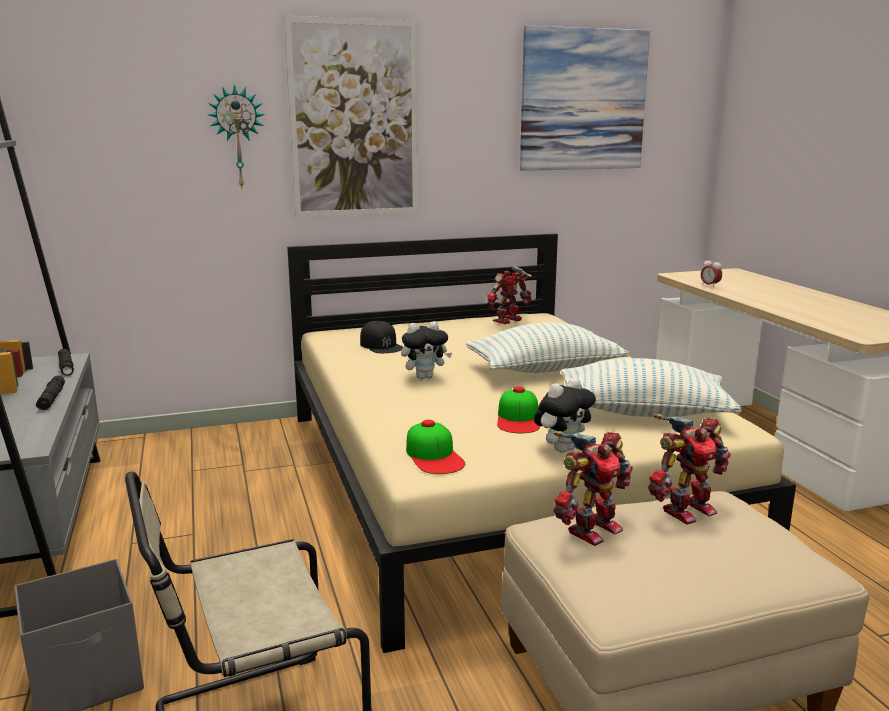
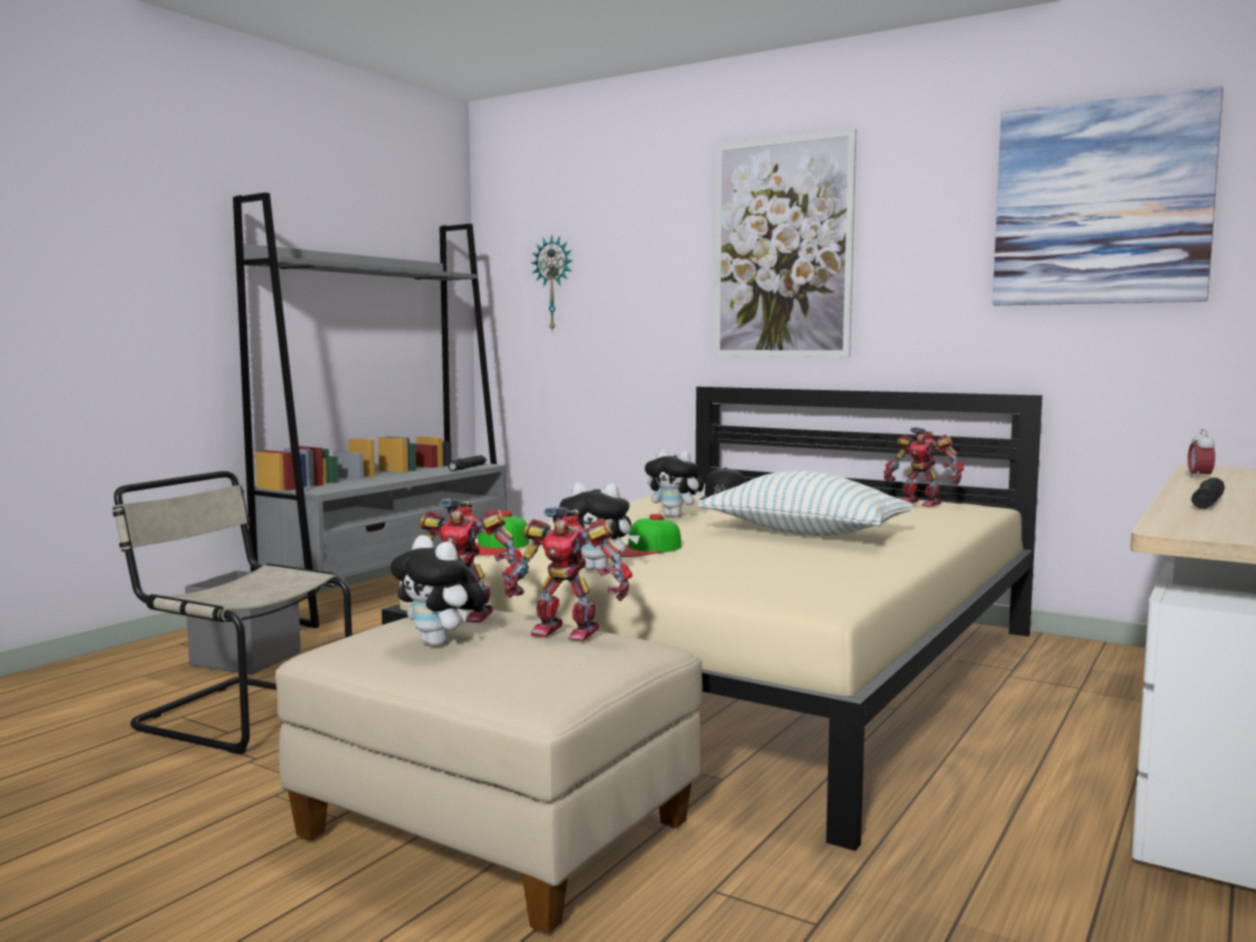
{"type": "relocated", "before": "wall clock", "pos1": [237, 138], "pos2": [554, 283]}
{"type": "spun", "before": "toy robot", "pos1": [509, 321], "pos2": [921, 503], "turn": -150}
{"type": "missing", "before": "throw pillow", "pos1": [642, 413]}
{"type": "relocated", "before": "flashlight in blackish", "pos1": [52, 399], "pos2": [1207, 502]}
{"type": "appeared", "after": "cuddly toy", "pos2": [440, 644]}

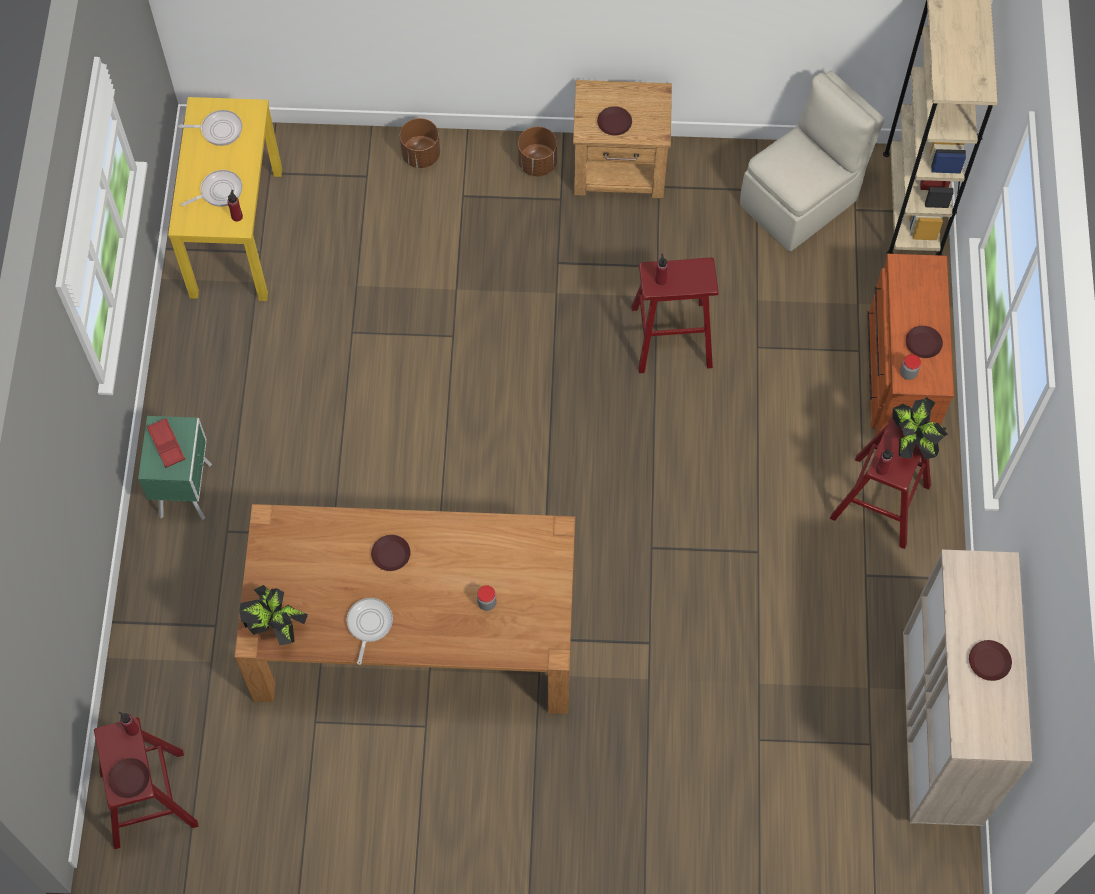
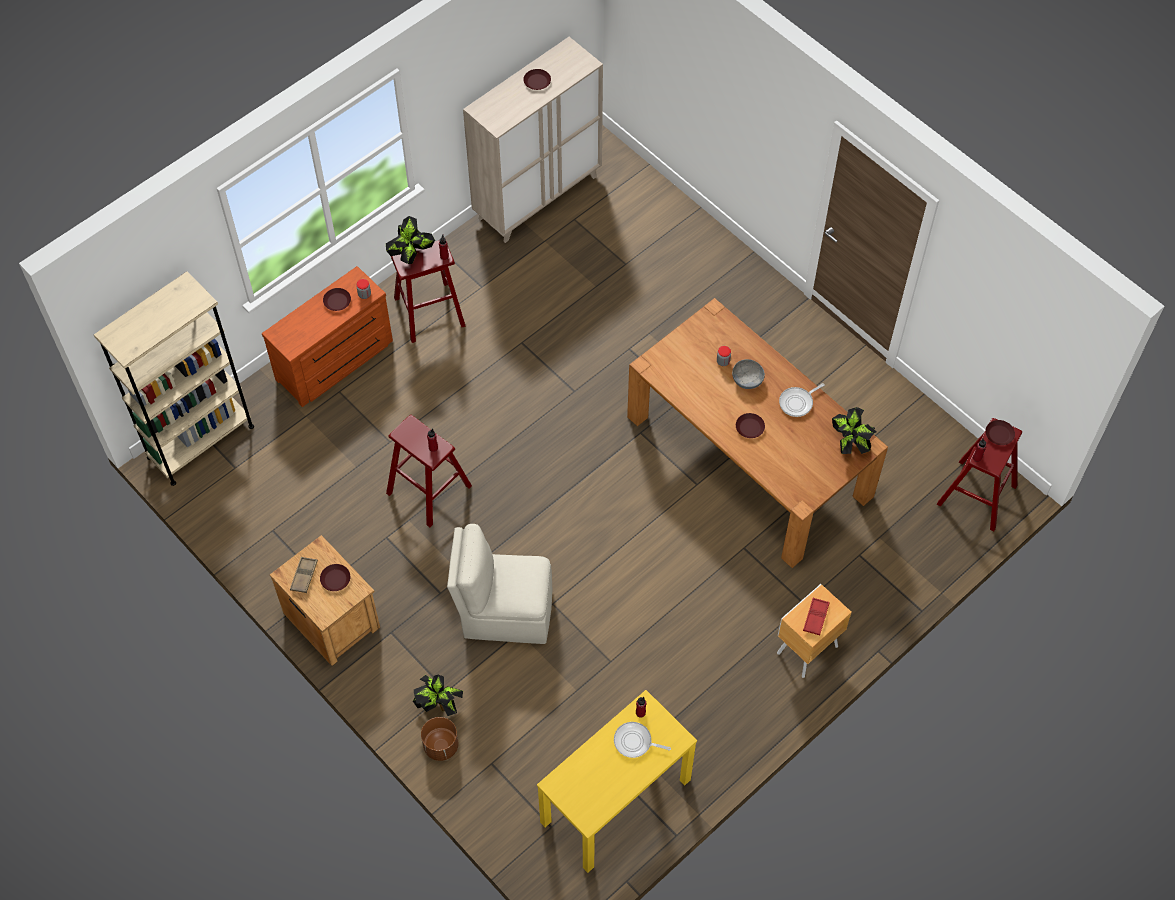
{"type": "relocated", "before": "chair in beige", "pos1": [801, 201], "pos2": [505, 612]}
{"type": "missing", "before": "skillet", "pos1": [219, 130]}
{"type": "missing", "before": "planter in brownish", "pos1": [537, 163]}
{"type": "colour", "before": "bedside table in greenish", "after": "bedside table in brownish", "pos1": [187, 489], "pos2": [805, 650]}
{"type": "appeared", "after": "serving bowl in greyish", "pos2": [747, 380]}
{"type": "appeared", "after": "serving tray in brownish", "pos2": [304, 576]}
{"type": "appeared", "after": "potted plant", "pos2": [438, 705]}

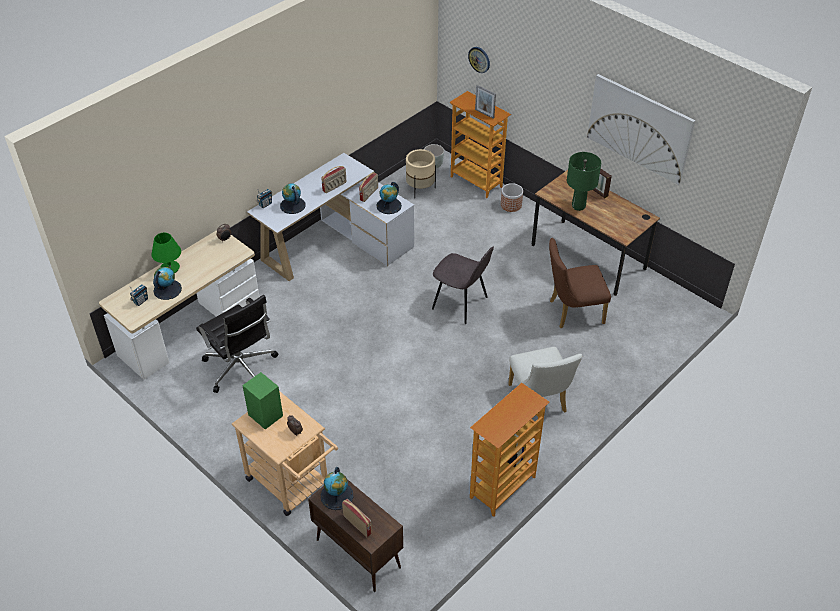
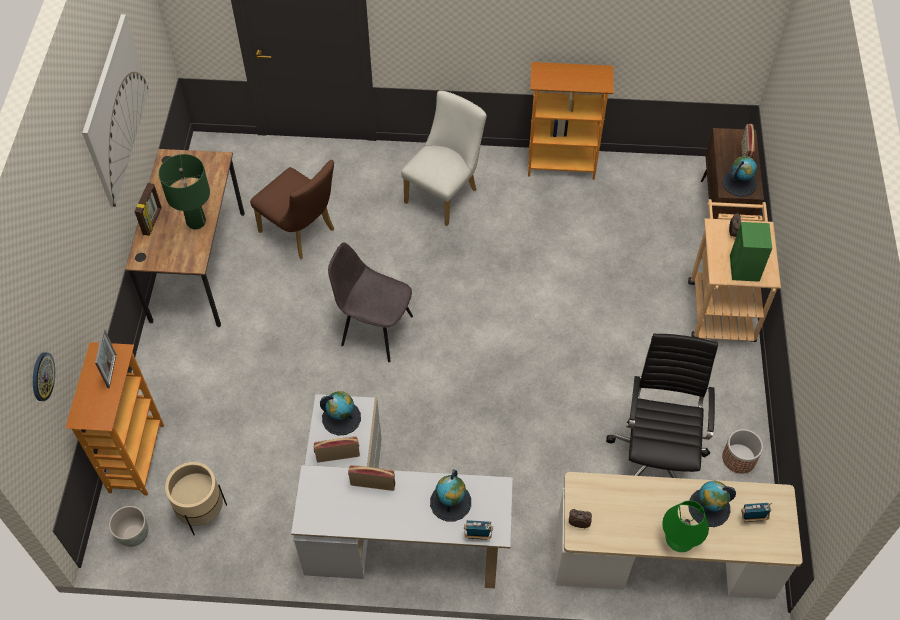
{"type": "relocated", "before": "planter", "pos1": [511, 205], "pos2": [738, 458]}
{"type": "spun", "before": "chair in greyish", "pos1": [461, 304], "pos2": [375, 330], "turn": -60}

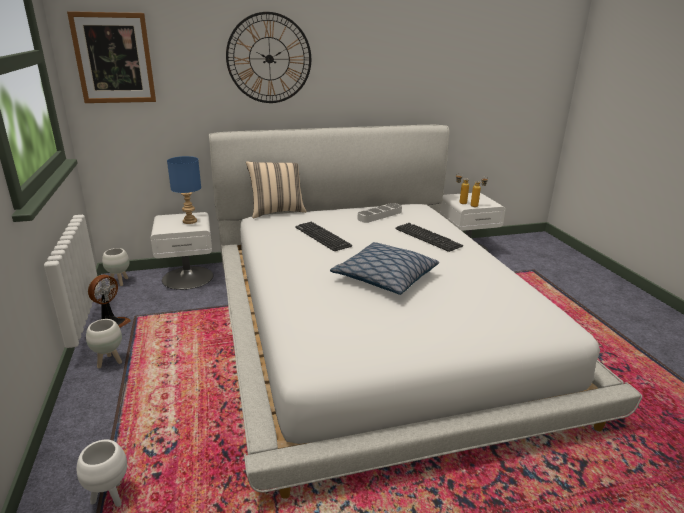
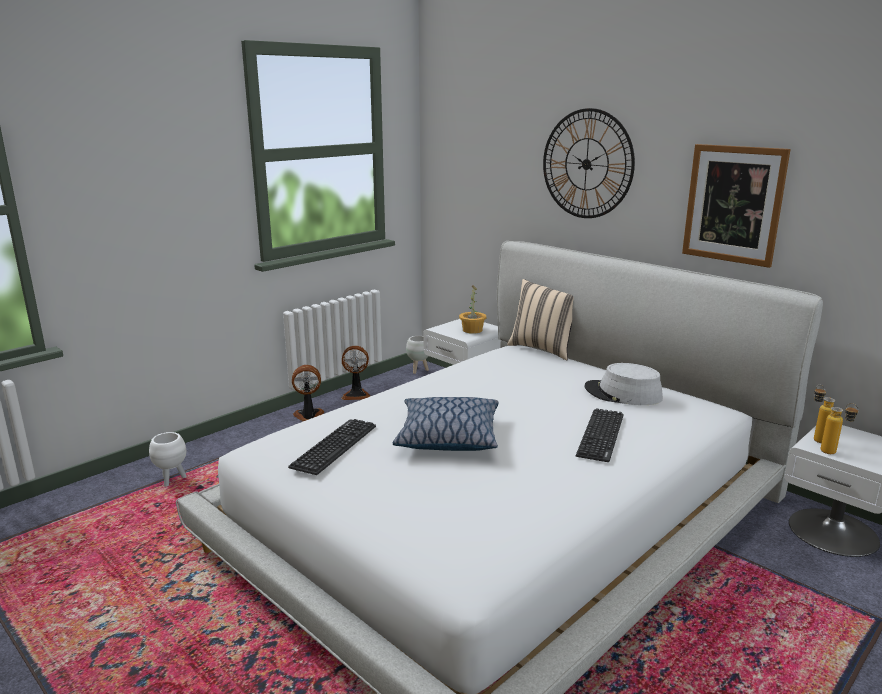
{"type": "relocated", "before": "wall art", "pos1": [114, 58], "pos2": [733, 204]}
{"type": "exchanged", "before": "table lamp in blue-coloured", "after": "potted plant", "pos1": [189, 221], "pos2": [472, 330]}
{"type": "exchanged", "before": "serving tray in greyish", "after": "clothing hat in greyish", "pos1": [379, 215], "pos2": [622, 394]}
{"type": "relocated", "before": "keyboard", "pos1": [322, 237], "pos2": [334, 446]}
{"type": "exchanged", "before": "planter in whitish", "after": "fan", "pos1": [109, 362], "pos2": [308, 416]}

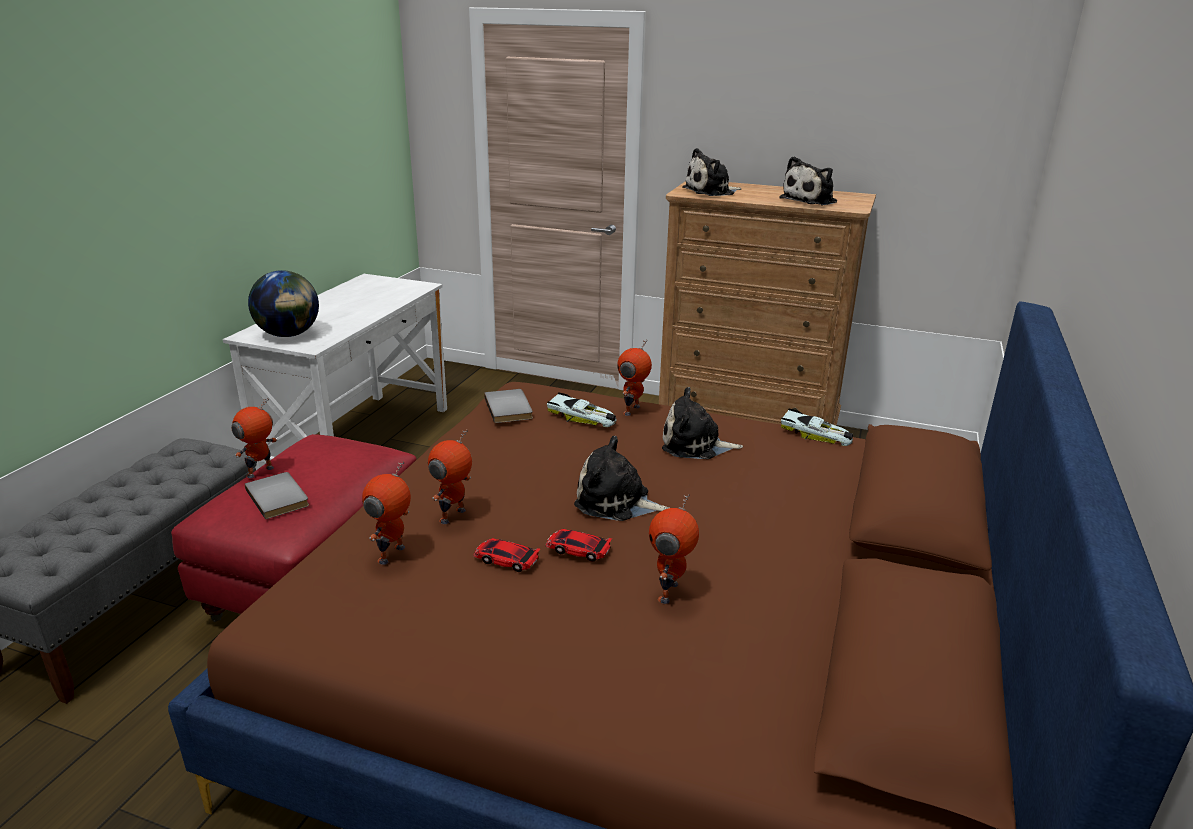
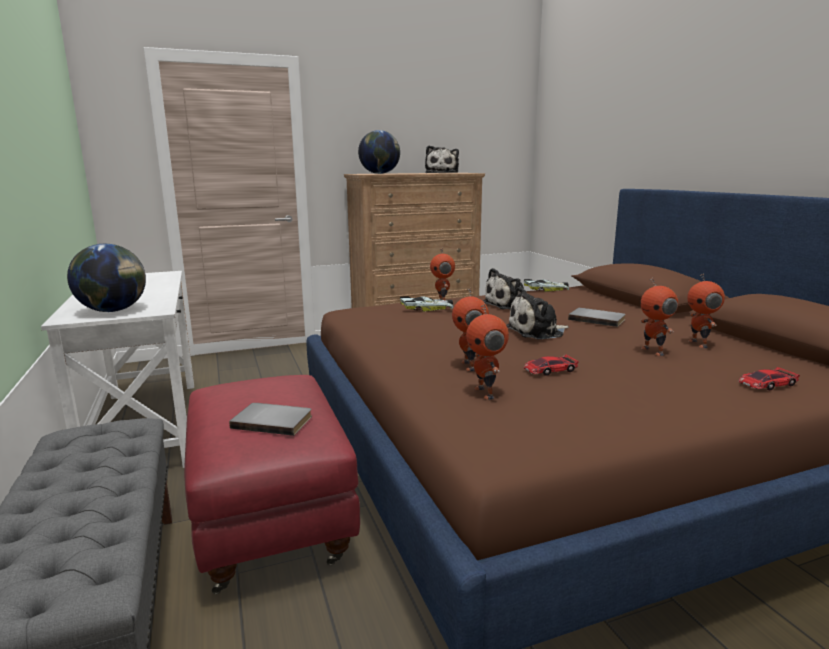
{"type": "exchanged", "before": "cuddly toy", "after": "globe", "pos1": [711, 191], "pos2": [380, 173]}
{"type": "relocated", "before": "volume in greyish", "pos1": [510, 408], "pos2": [597, 319]}
{"type": "relocated", "before": "toy robot", "pos1": [261, 472], "pos2": [699, 344]}
{"type": "relocated", "before": "toy car", "pos1": [578, 549], "pos2": [767, 384]}

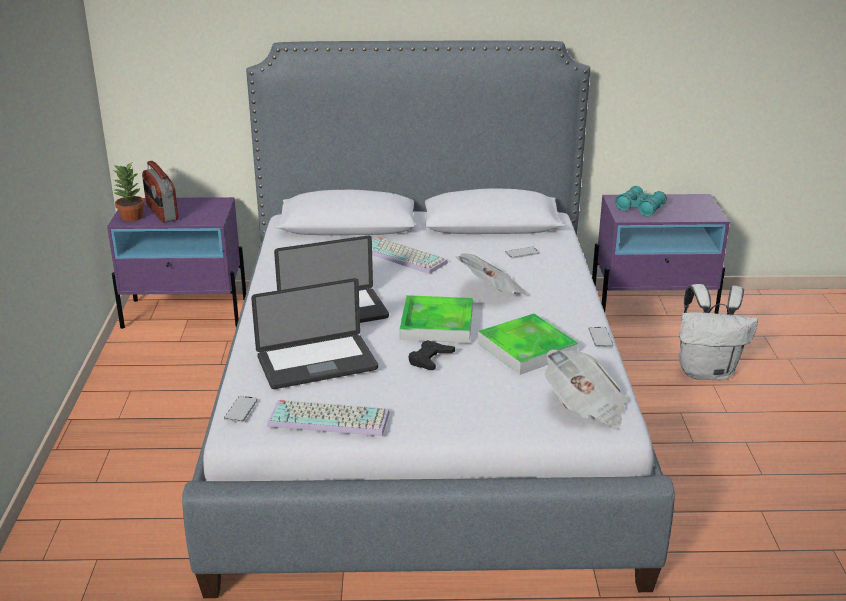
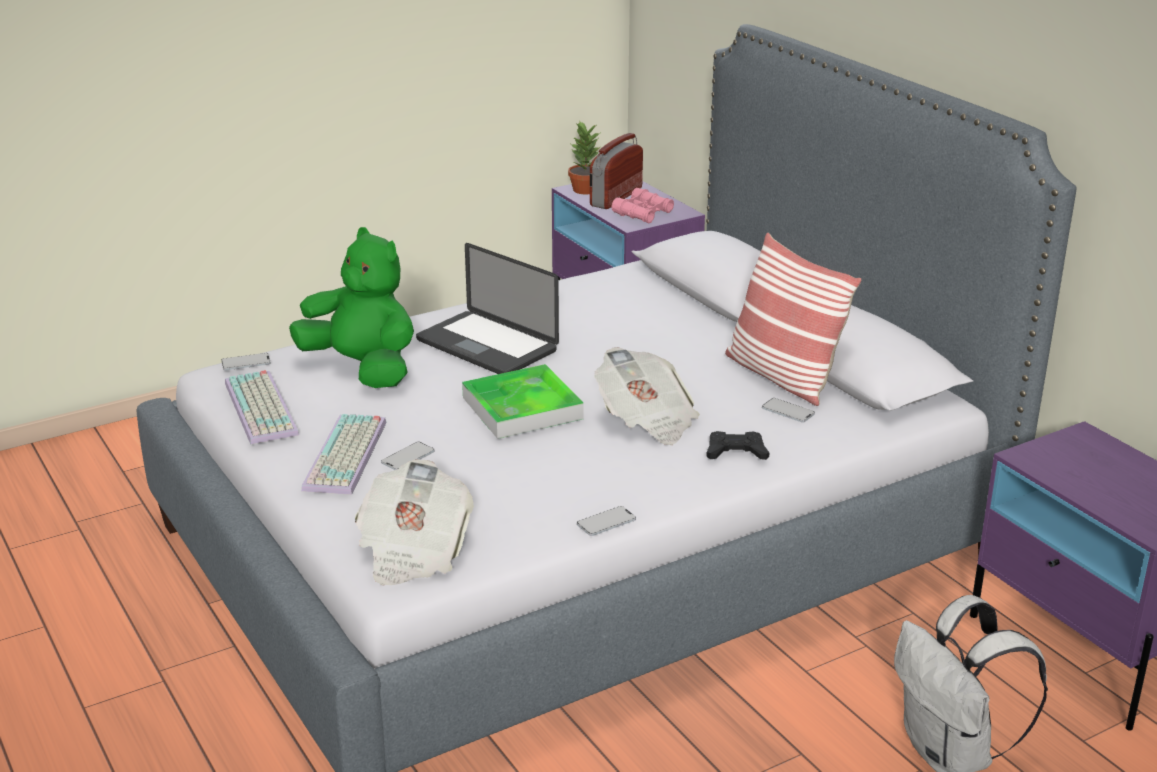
{"type": "missing", "before": "field glasses in blue-green", "pos1": [640, 208]}
{"type": "relocated", "before": "keyboard", "pos1": [405, 256], "pos2": [347, 456]}
{"type": "exchanged", "before": "portable computer", "after": "cuddly toy in greenish", "pos1": [317, 363], "pos2": [362, 369]}
{"type": "missing", "before": "serving tray", "pos1": [526, 348]}
{"type": "relocated", "before": "game controller in blackish", "pos1": [430, 359], "pos2": [736, 452]}
{"type": "appeared", "after": "field glasses in pink", "pos2": [643, 213]}
{"type": "appeared", "after": "throw pillow", "pos2": [782, 376]}
{"type": "appeared", "after": "phone", "pos2": [408, 457]}

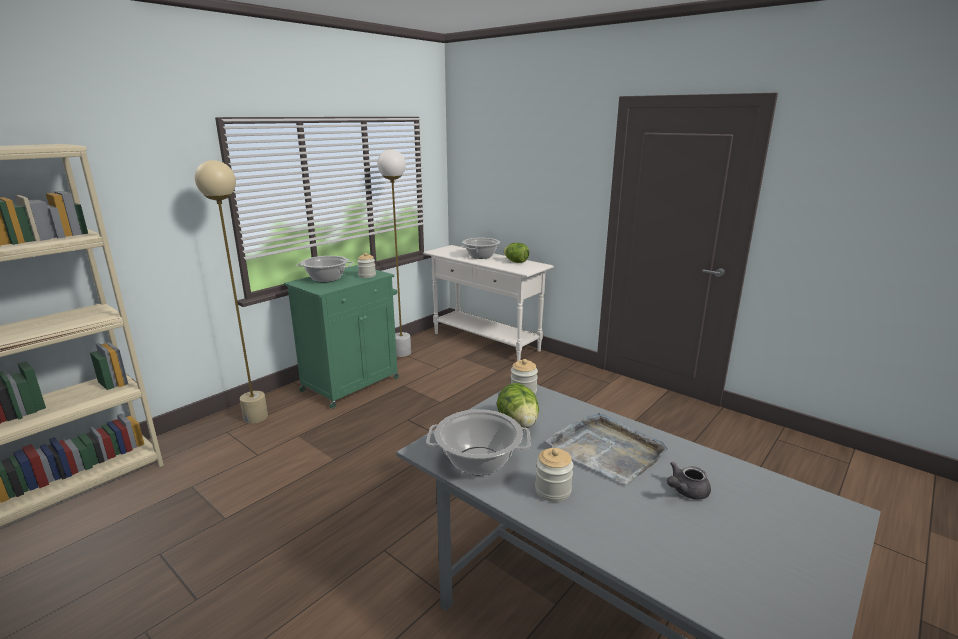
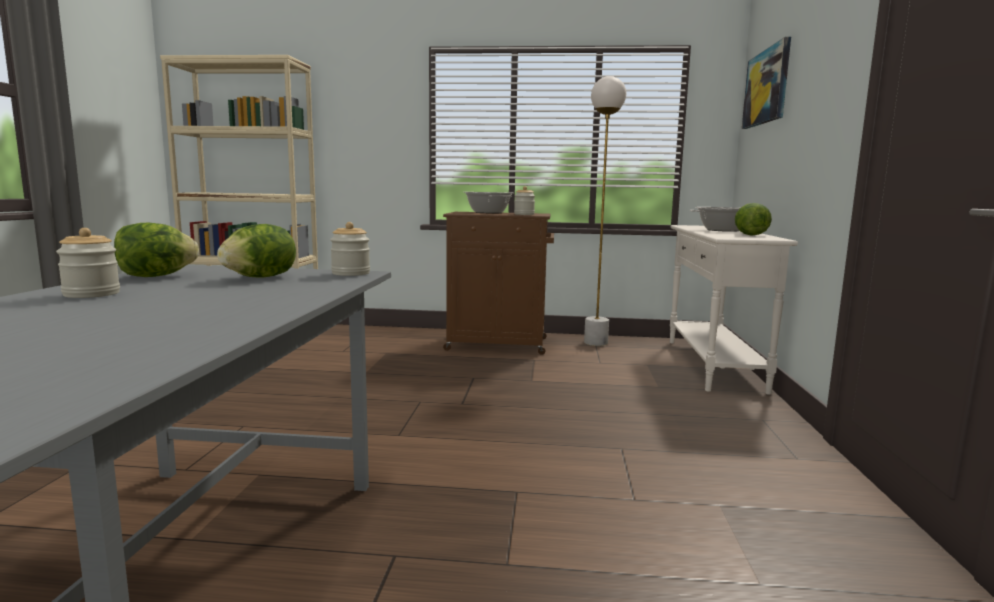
{"type": "missing", "before": "standard lamp in beige", "pos1": [255, 417]}
{"type": "colour", "before": "storage cabinet in greenish", "after": "storage cabinet in brownish", "pos1": [352, 384], "pos2": [499, 344]}
{"type": "exchanged", "before": "saucepot", "after": "lettuce head", "pos1": [478, 461], "pos2": [156, 276]}
{"type": "missing", "before": "serving tray in greyish", "pos1": [606, 450]}
{"type": "missing", "before": "tea pot in greyish", "pos1": [686, 491]}
{"type": "appeared", "after": "wall art", "pos2": [766, 87]}

